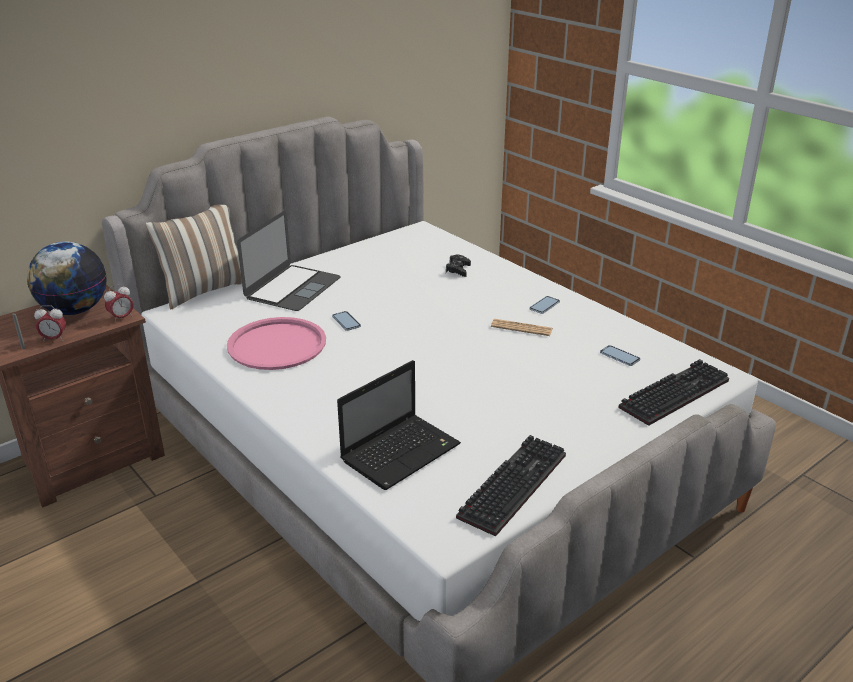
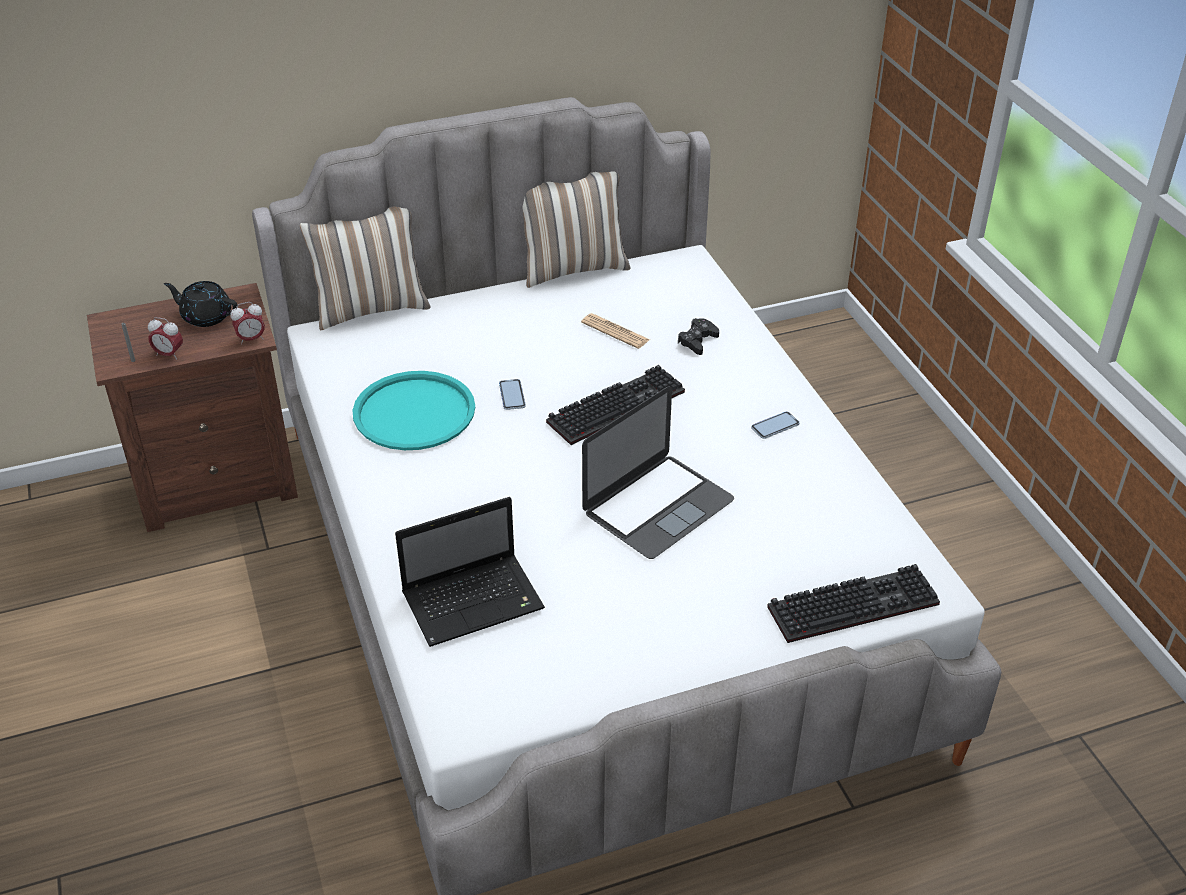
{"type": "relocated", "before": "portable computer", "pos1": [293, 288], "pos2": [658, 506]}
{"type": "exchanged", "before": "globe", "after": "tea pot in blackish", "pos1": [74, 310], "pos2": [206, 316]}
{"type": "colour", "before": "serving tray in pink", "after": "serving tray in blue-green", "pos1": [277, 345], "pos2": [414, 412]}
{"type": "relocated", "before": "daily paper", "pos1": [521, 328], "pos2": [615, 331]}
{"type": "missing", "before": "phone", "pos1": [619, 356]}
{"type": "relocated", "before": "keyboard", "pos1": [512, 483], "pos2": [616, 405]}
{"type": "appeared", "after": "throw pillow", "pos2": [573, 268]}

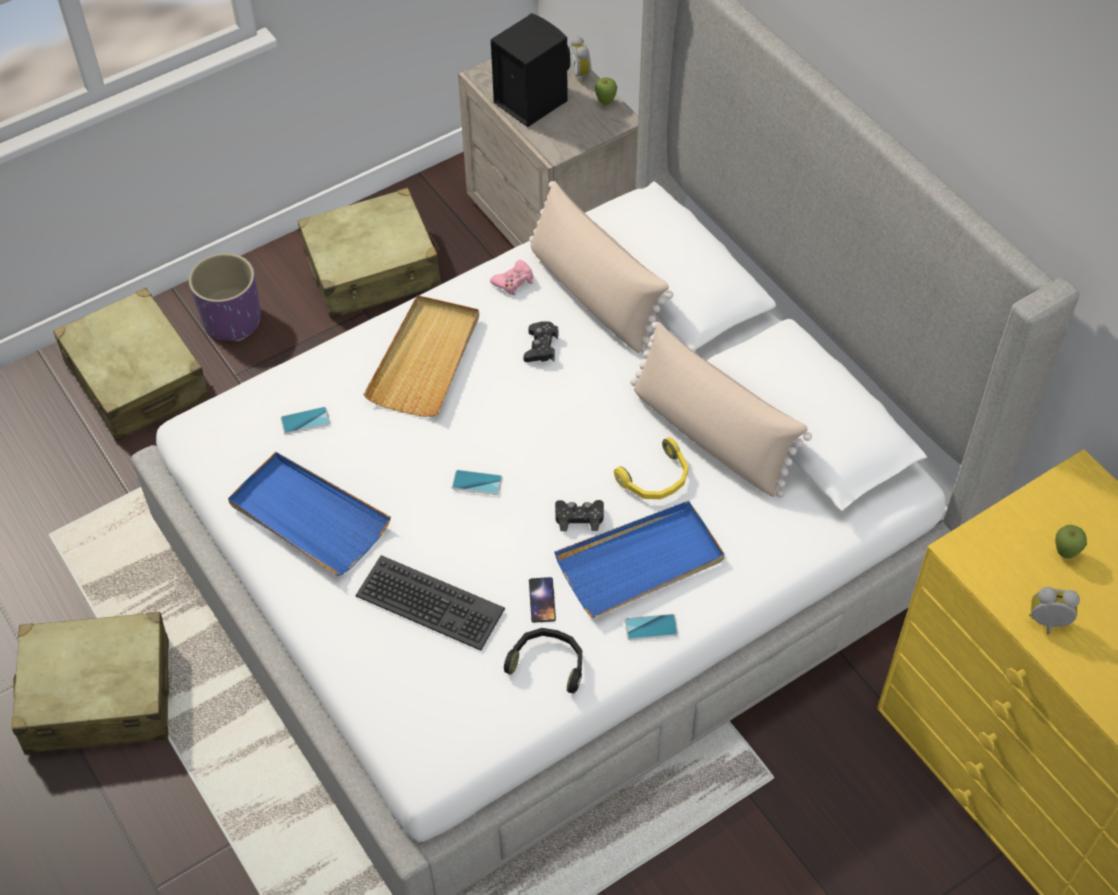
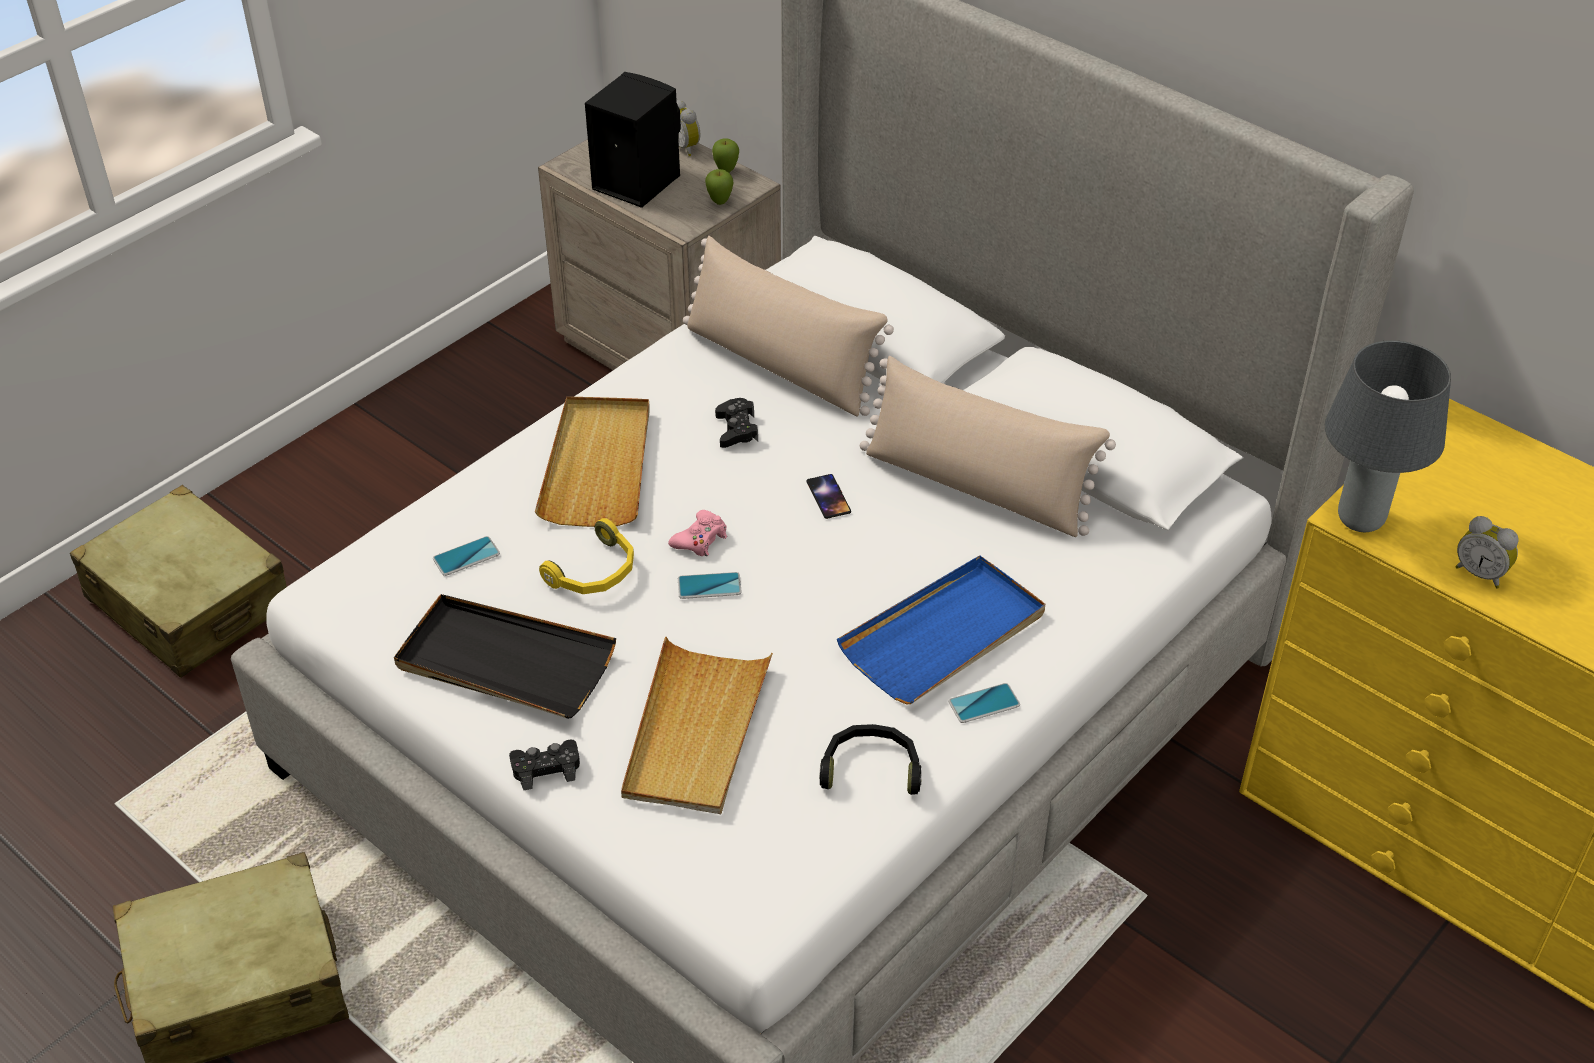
{"type": "missing", "before": "travel case in beige", "pos1": [373, 270]}
{"type": "missing", "before": "planter in purplish", "pos1": [233, 320]}
{"type": "relocated", "before": "game controller in pink", "pos1": [514, 281], "pos2": [700, 539]}
{"type": "relocated", "before": "headphones in yellowish", "pos1": [656, 479], "pos2": [595, 572]}
{"type": "colour", "before": "serving tray in blue-coloured", "after": "serving tray in blackish", "pos1": [308, 516], "pos2": [504, 662]}
{"type": "relocated", "before": "game controller in blackish", "pos1": [579, 517], "pos2": [546, 768]}
{"type": "relocated", "before": "whole apple", "pos1": [1065, 553], "pos2": [720, 202]}
{"type": "exchanged", "before": "keyboard", "after": "serving tray in beige", "pos1": [429, 604], "pos2": [695, 731]}
{"type": "relocated", "before": "phone", "pos1": [542, 600], "pos2": [828, 497]}
{"type": "spun", "before": "bedside clock", "pos1": [1047, 624], "pos2": [1480, 573], "turn": -135}
{"type": "appeared", "after": "table lamp in greyish", "pos2": [1361, 519]}

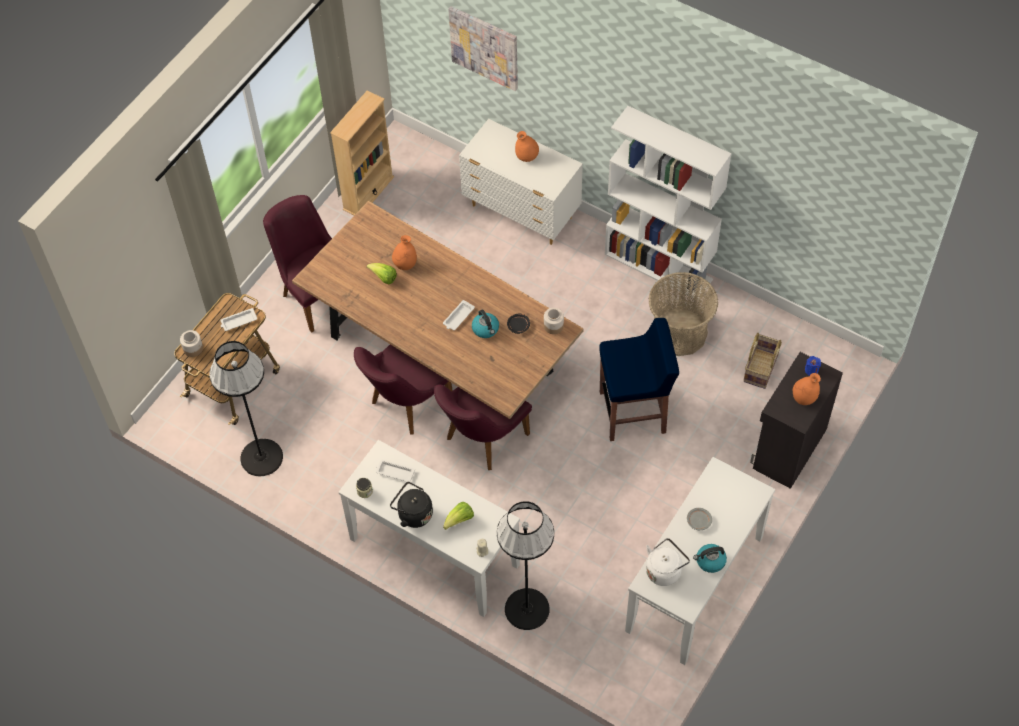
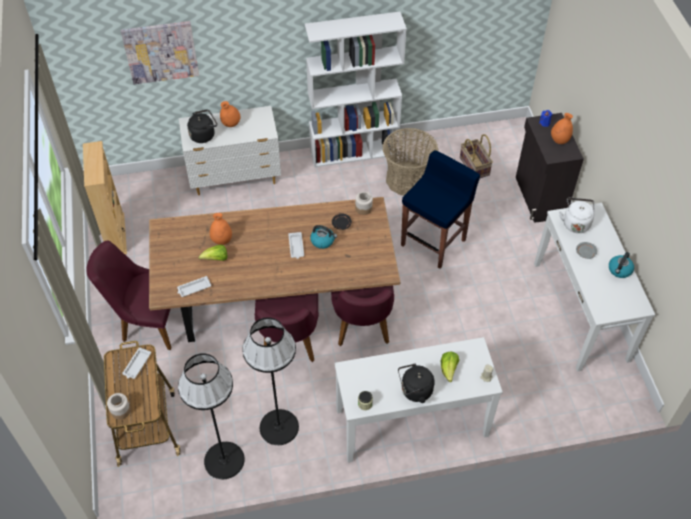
{"type": "relocated", "before": "serving tray in whitish", "pos1": [394, 472], "pos2": [193, 288]}
{"type": "relocated", "before": "standard lamp in blackish", "pos1": [526, 608], "pos2": [278, 427]}
{"type": "relocated", "before": "kettle in whitish", "pos1": [664, 570], "pos2": [575, 223]}
{"type": "appeared", "after": "kettle in blackish", "pos2": [204, 135]}

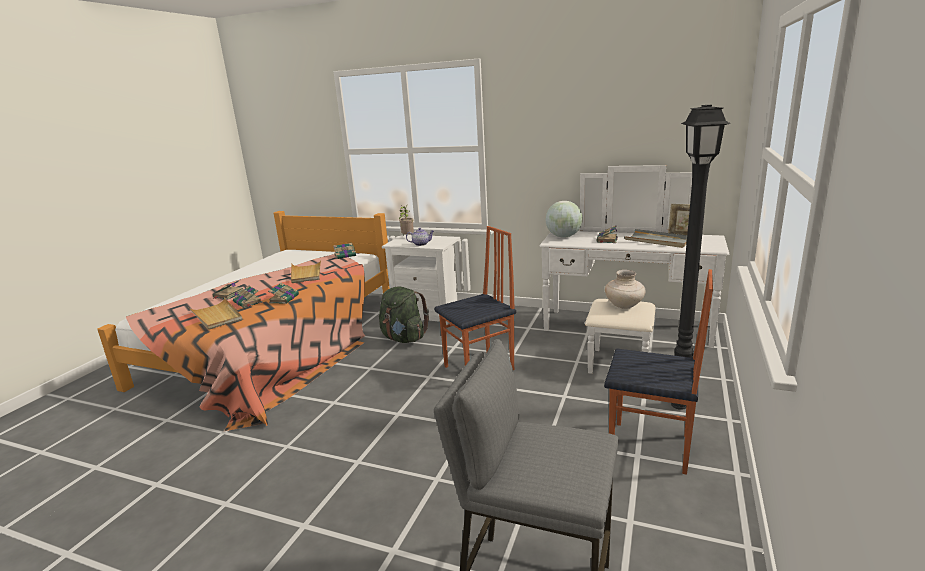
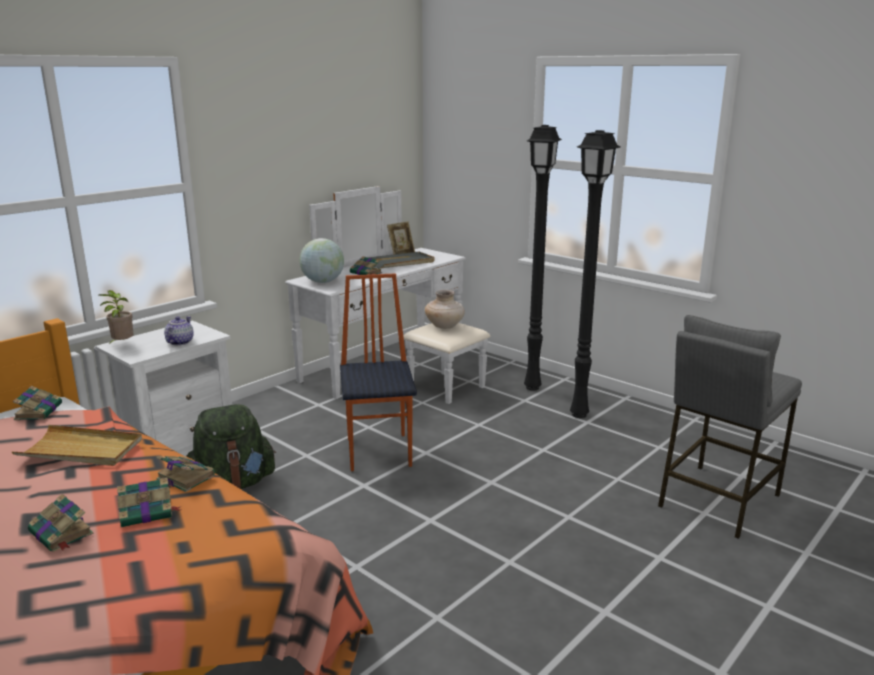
{"type": "exchanged", "before": "chair", "after": "standard lamp in blackish", "pos1": [650, 448], "pos2": [580, 415]}
{"type": "missing", "before": "serving tray in beige", "pos1": [216, 316]}

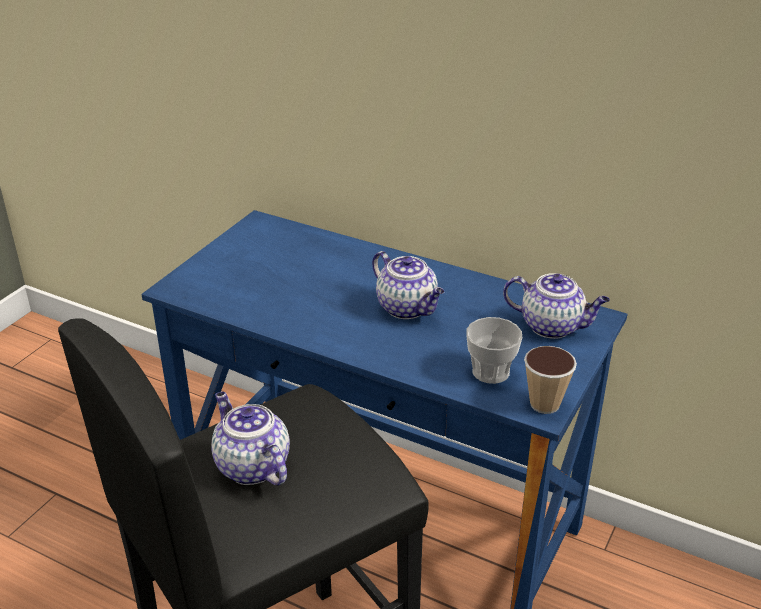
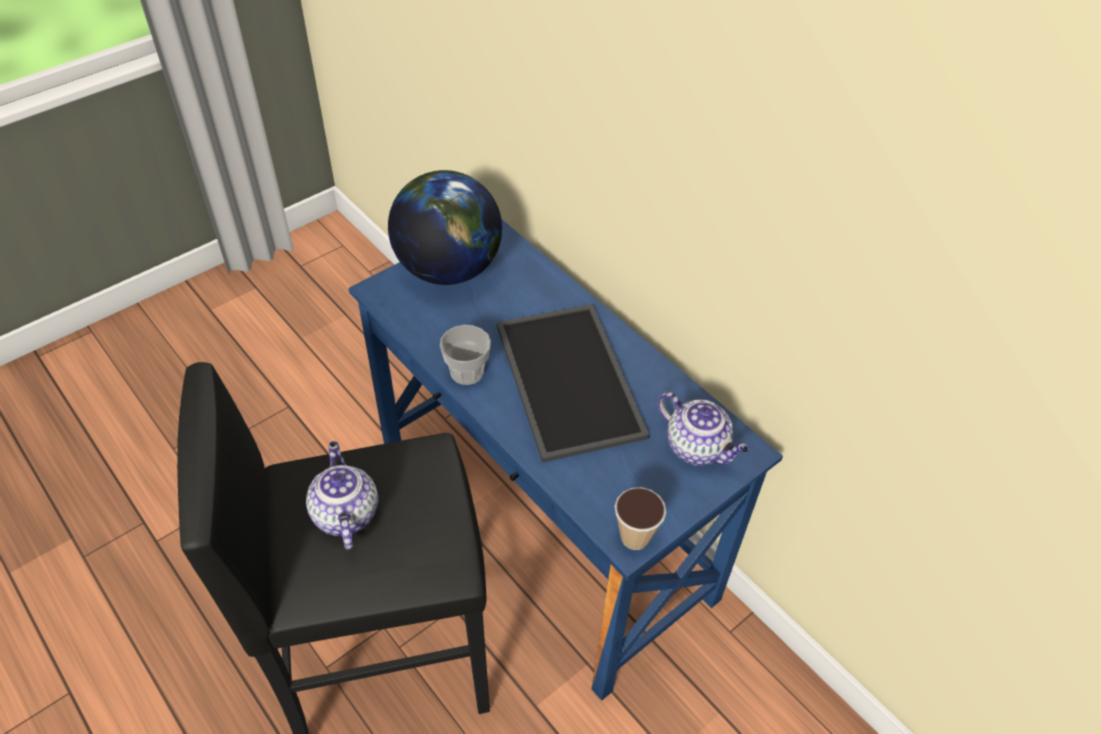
{"type": "exchanged", "before": "tea pot", "after": "serving tray", "pos1": [408, 308], "pos2": [572, 380]}
{"type": "relocated", "before": "cup", "pos1": [490, 372], "pos2": [467, 372]}
{"type": "appeared", "after": "globe", "pos2": [448, 268]}

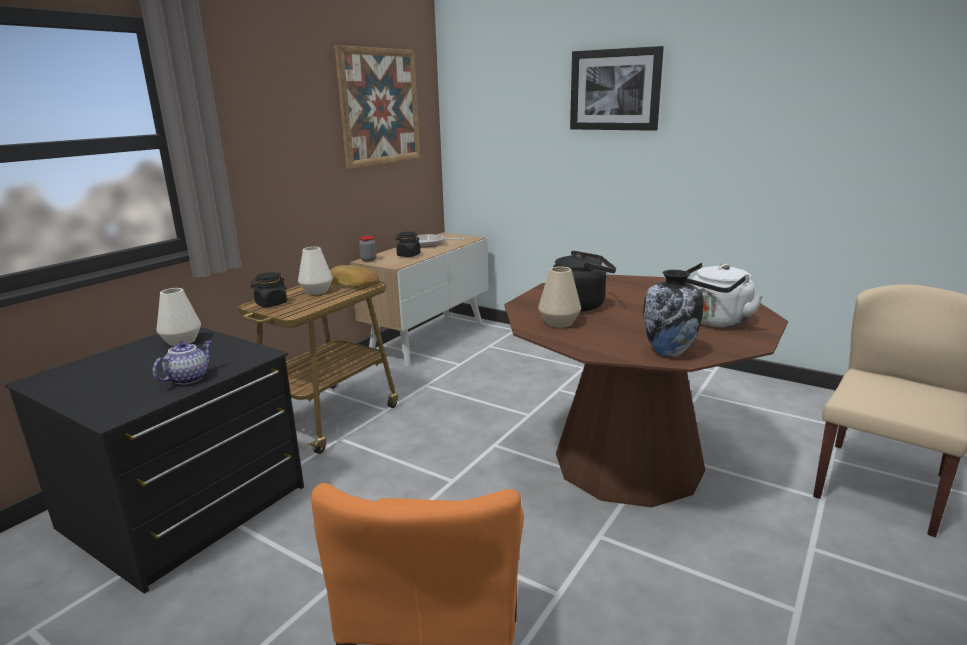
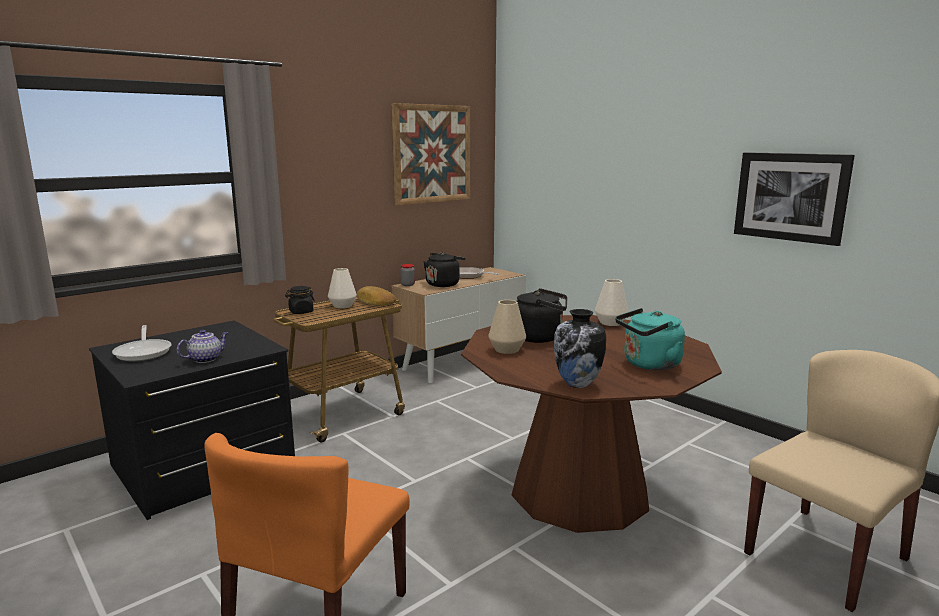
{"type": "relocated", "before": "wall art", "pos1": [615, 90], "pos2": [790, 197]}
{"type": "exchanged", "before": "storage jar in blackish", "after": "kettle in blackish", "pos1": [408, 255], "pos2": [443, 284]}
{"type": "colour", "before": "kettle in whitish", "after": "kettle in blue-green", "pos1": [715, 322], "pos2": [649, 364]}
{"type": "relocated", "before": "flower vase in whitish", "pos1": [182, 341], "pos2": [610, 323]}
{"type": "appeared", "after": "skillet", "pos2": [144, 352]}

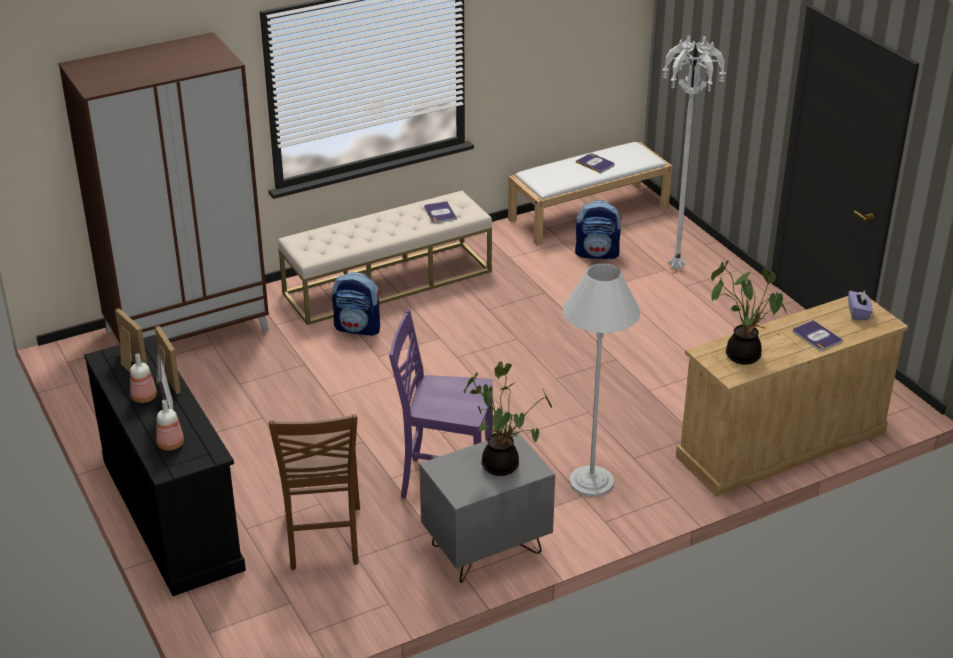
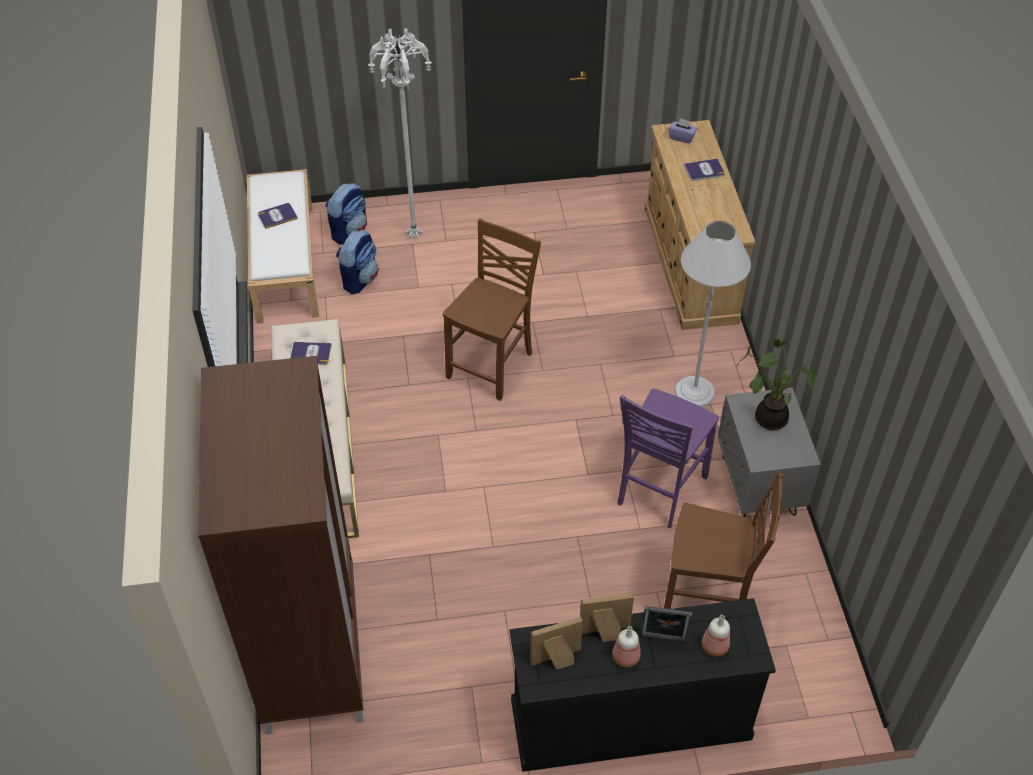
{"type": "missing", "before": "potted plant", "pos1": [743, 353]}
{"type": "relocated", "before": "knapsack", "pos1": [358, 328], "pos2": [349, 231]}
{"type": "appeared", "after": "chair in brownish", "pos2": [492, 365]}

